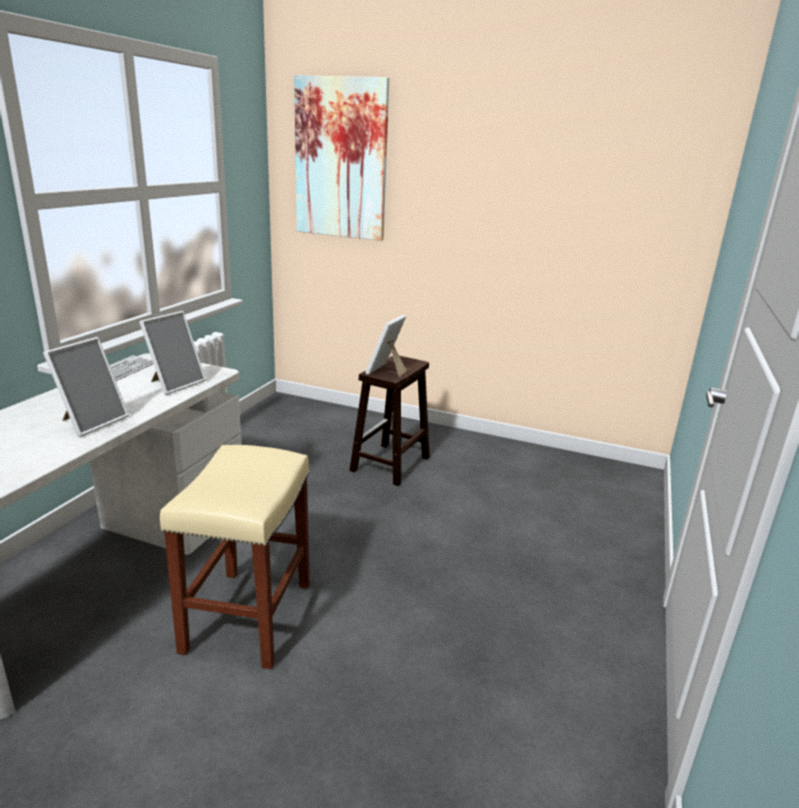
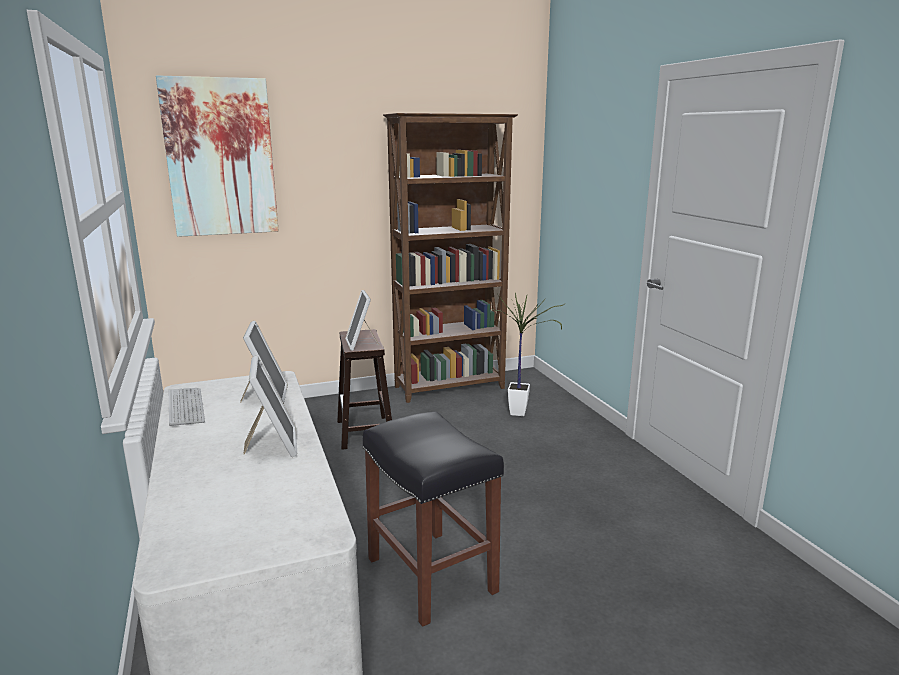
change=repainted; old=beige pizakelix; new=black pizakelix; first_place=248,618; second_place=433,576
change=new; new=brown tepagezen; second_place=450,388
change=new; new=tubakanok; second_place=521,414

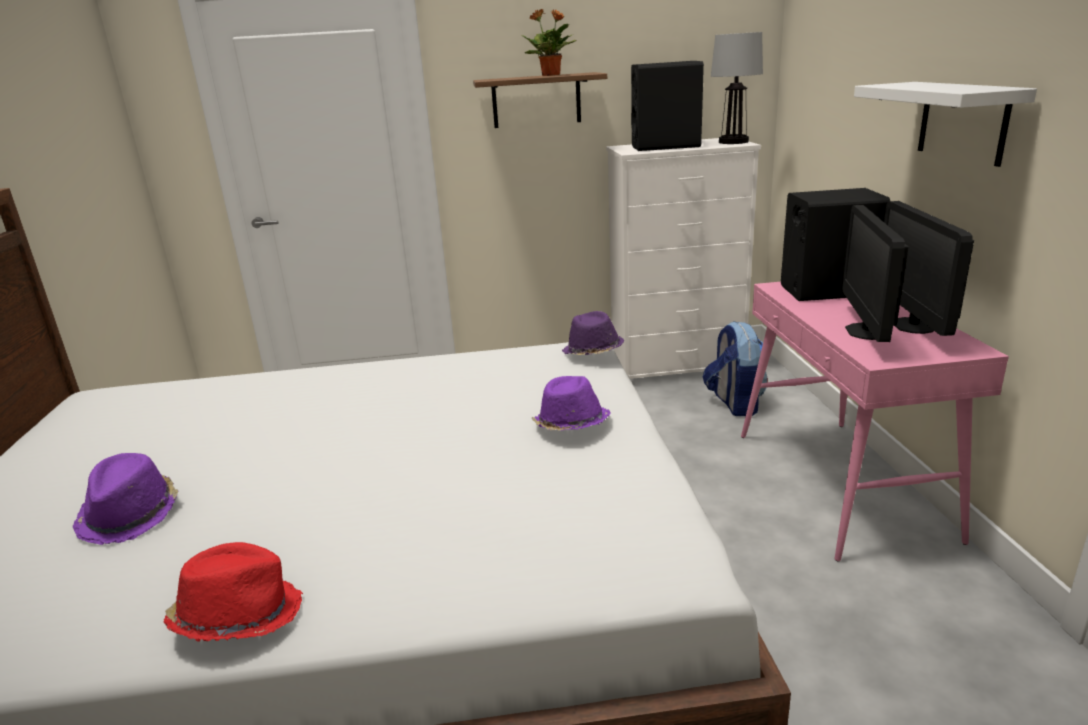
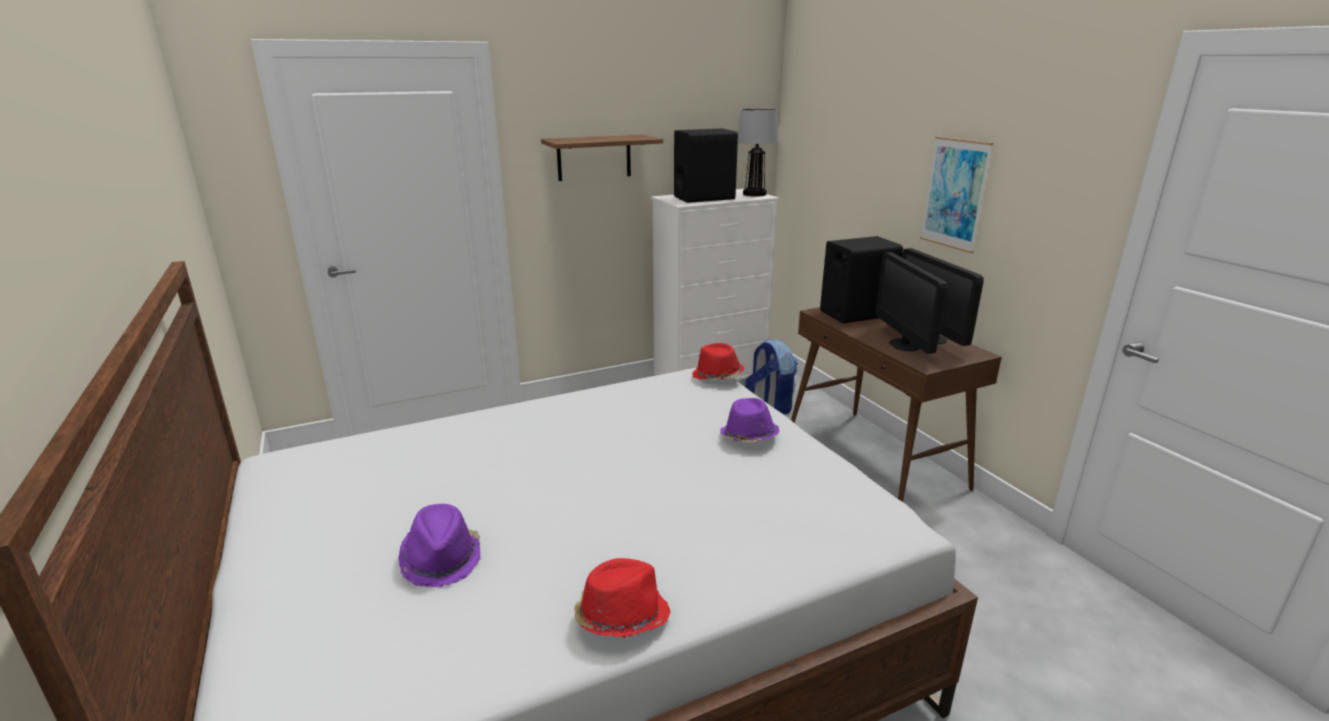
change=gone; old=tubakanok; first_place=551,75
change=repainted; old=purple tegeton; new=red tegeton; first_place=592,352; second_place=717,376
change=repainted; old=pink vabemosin; new=brown vabemosin; first_place=841,484; second_place=875,459
change=swapped; old=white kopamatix; new=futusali; first_place=962,121; second_place=955,194

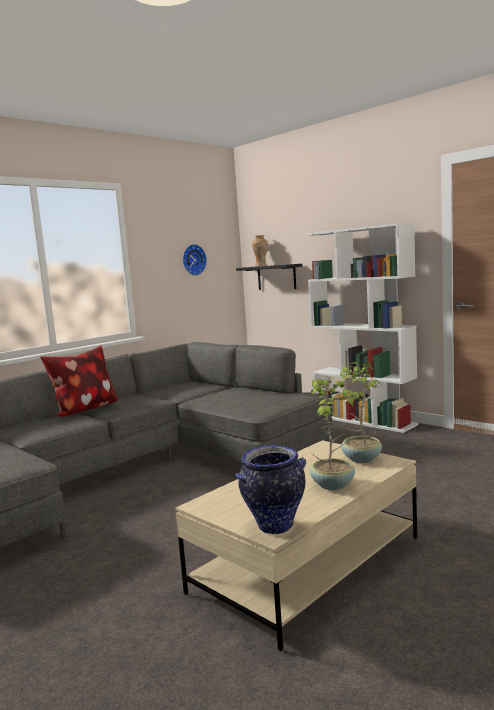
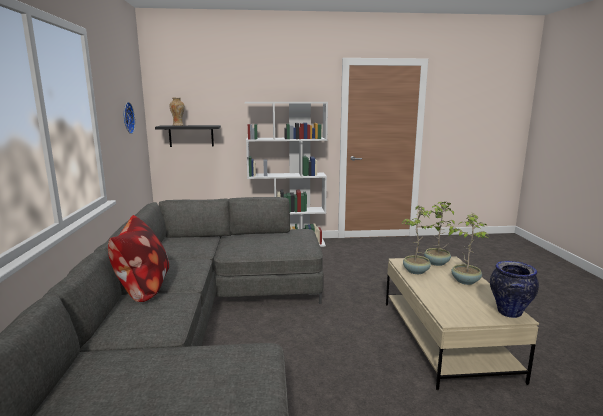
change=new; new=tubakanok; second_place=416,271

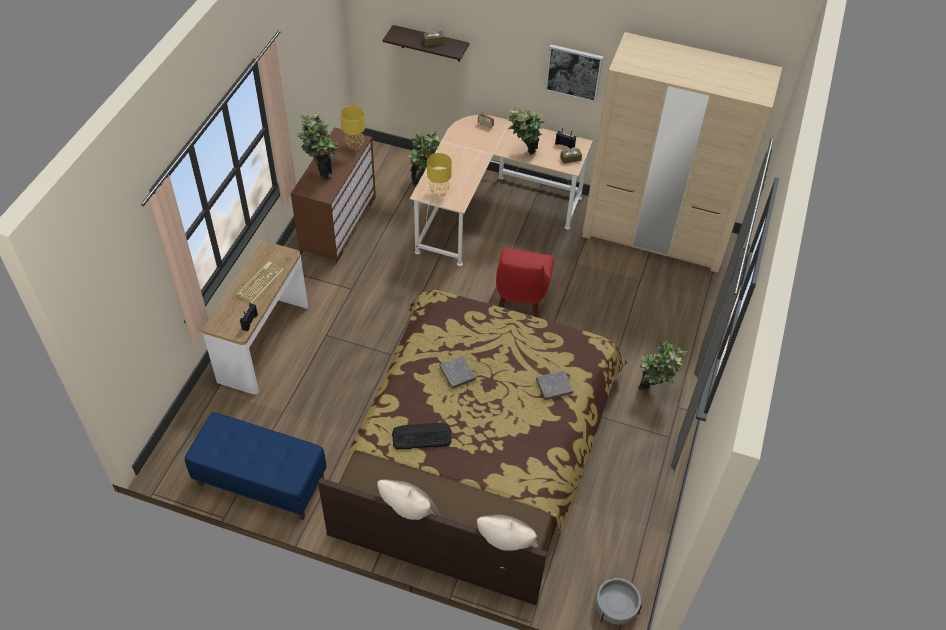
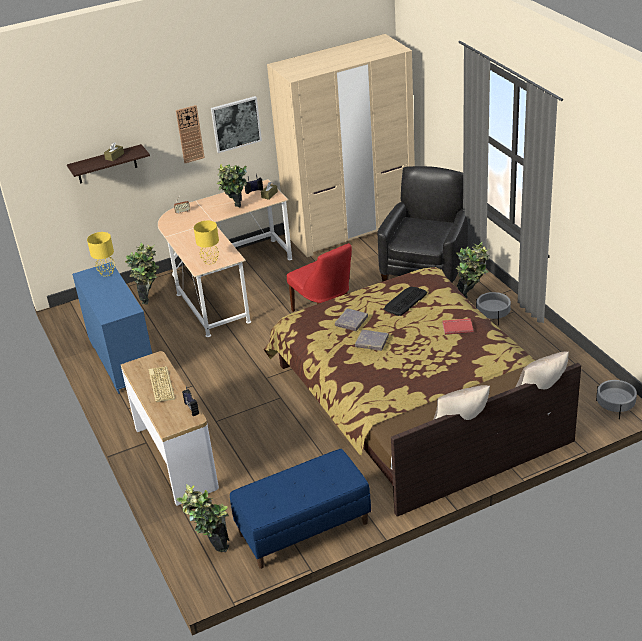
change=repainted; old=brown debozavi; new=blue debozavi; first_place=338,224; second_place=121,359
change=shifted; old=tubakanok; first_place=321,171; second_place=211,547
change=shifted; old=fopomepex; first_place=421,436; second_place=405,301
change=shifted; old=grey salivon; first_place=554,386; second_place=351,321
change=new; new=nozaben; second_place=190,134
change=new; new=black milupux; second_place=425,267
change=new; new=red salivon; second_place=457,327
change=new; new=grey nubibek; second_place=493,315

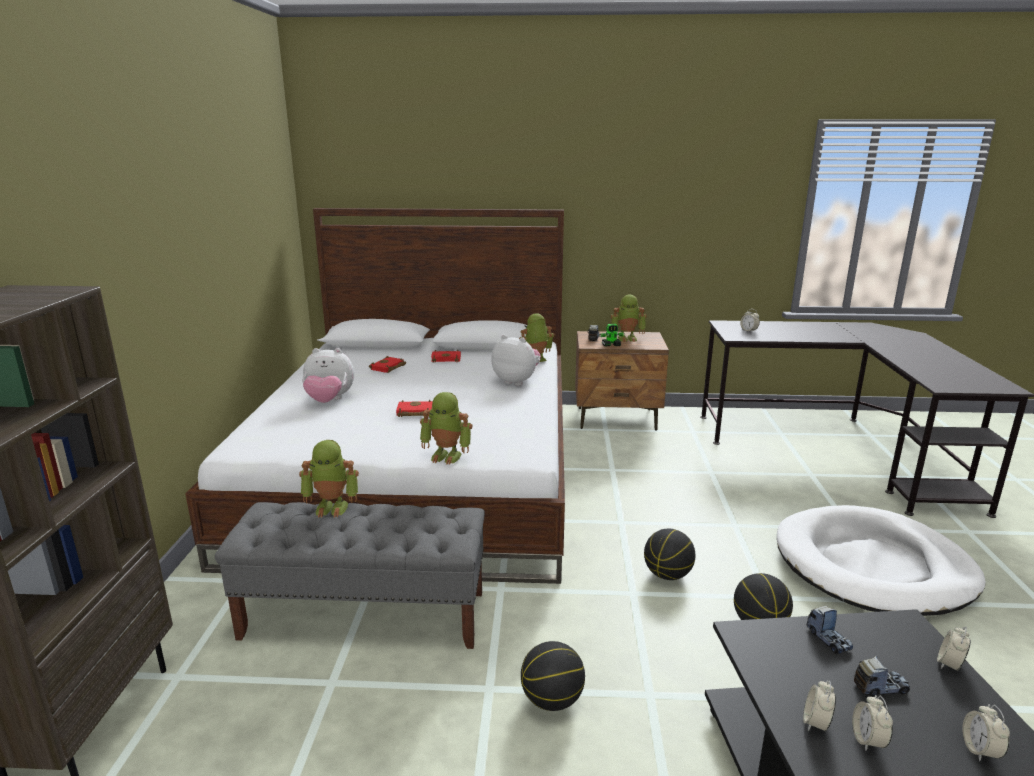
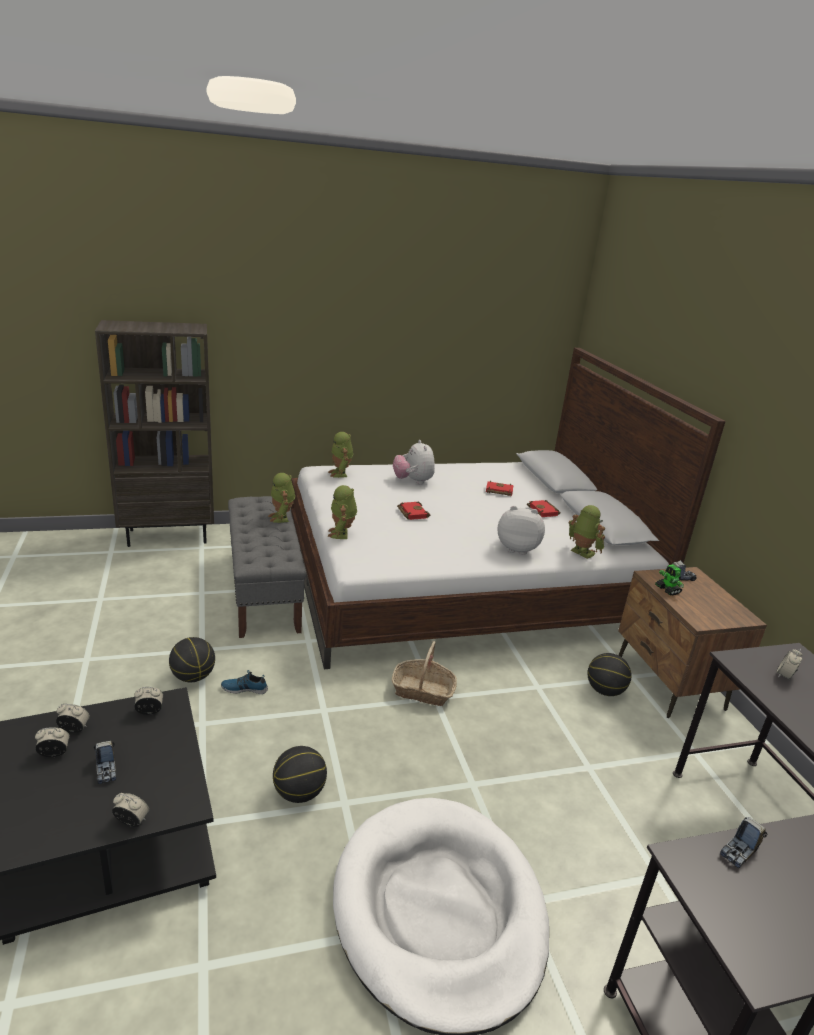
change=rotated; old=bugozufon; first_place=517,381; second_place=517,548; degrees=-90
change=shifted; old=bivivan; first_place=627,338; second_place=340,474
change=shifted; old=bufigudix; first_place=667,575; second_place=605,691
change=shifted; old=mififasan; first_place=828,639; second_place=740,851
change=shifted; old=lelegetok; first_place=980,750; second_place=149,711
change=new; new=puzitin; second_place=244,688
change=new; new=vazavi; second_place=423,690

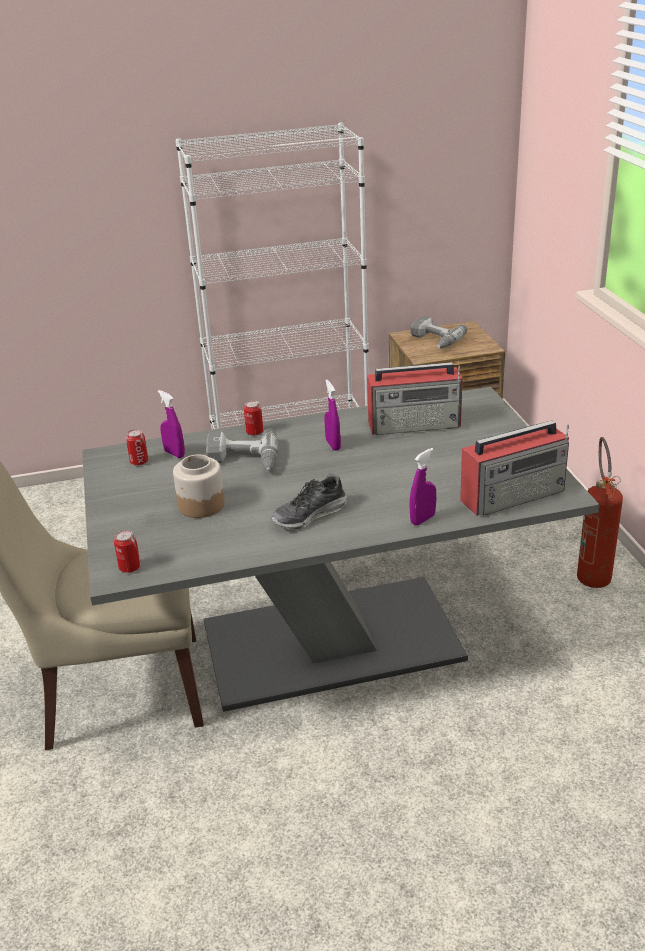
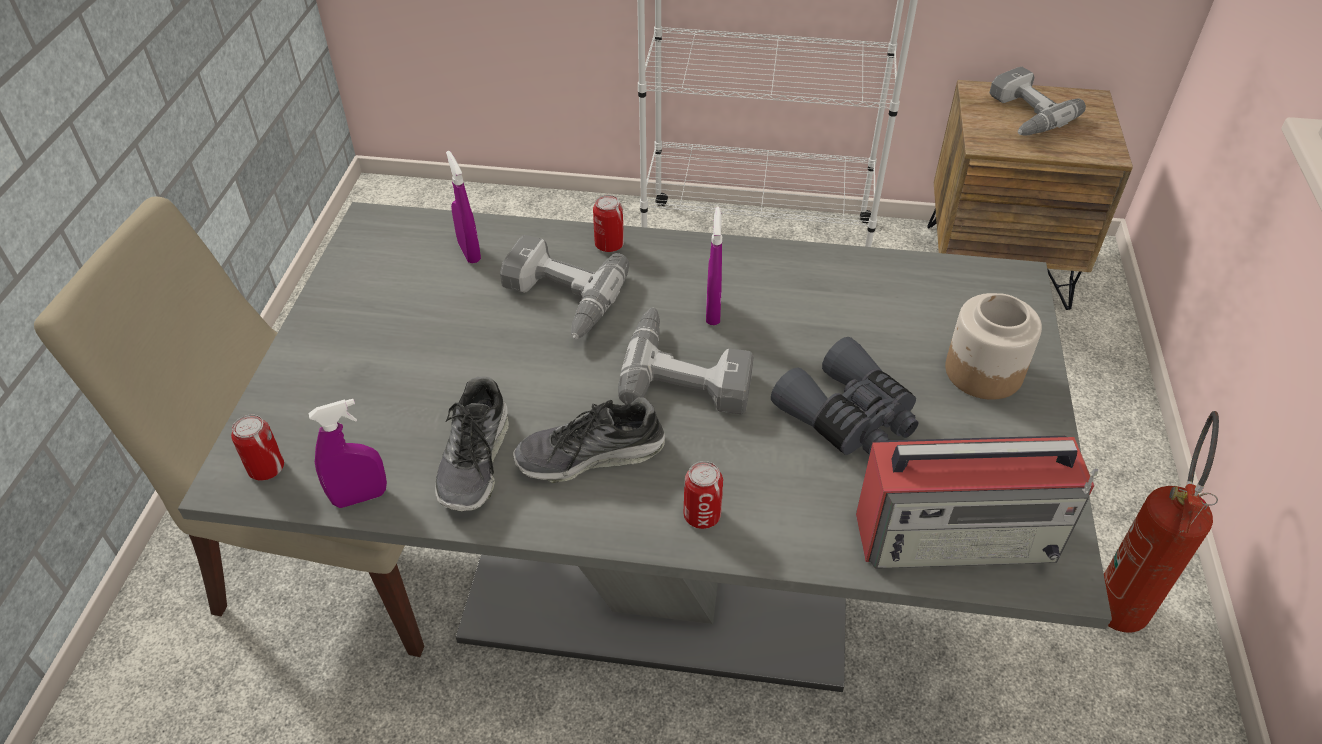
change=shifted; old=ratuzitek; first_place=139,462; second_place=702,515
change=shifted; old=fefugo; first_place=201,505; second_place=983,371
change=gone; old=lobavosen; first_place=415,424
change=shifted; old=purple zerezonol; first_place=422,519; second_place=360,497
change=new; new=puzitin; second_place=476,461
change=new; new=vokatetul; second_place=688,370
change=new; new=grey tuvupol; second_place=849,417

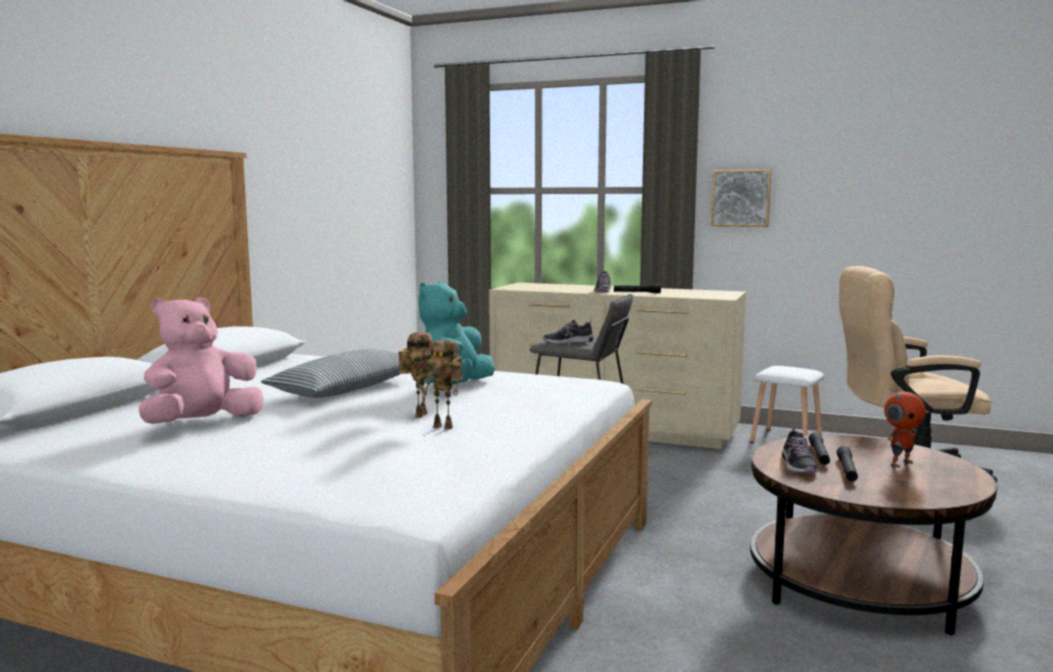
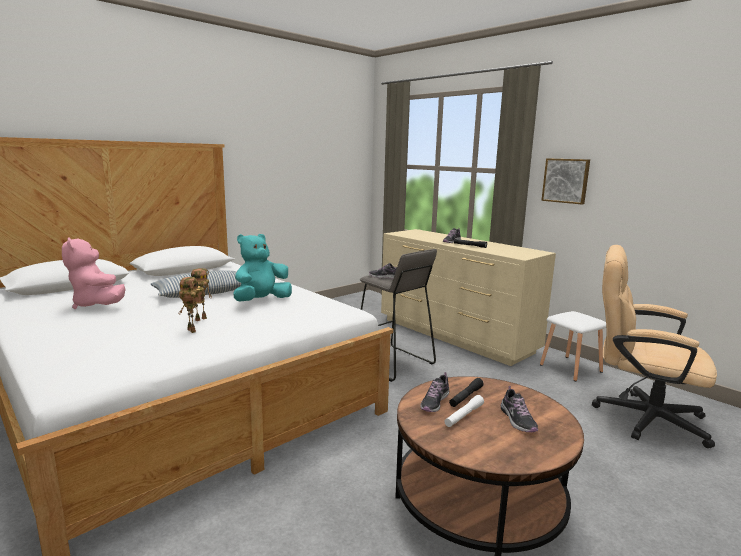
change=rotated; old=pink bugozufon; first_place=202,424; second_place=97,305; degrees=-105
change=repainted; old=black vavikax; new=white vavikax; first_place=847,470; second_place=464,416
change=swapped; old=bivivan; new=puzitin; first_place=900,463; second_place=517,420

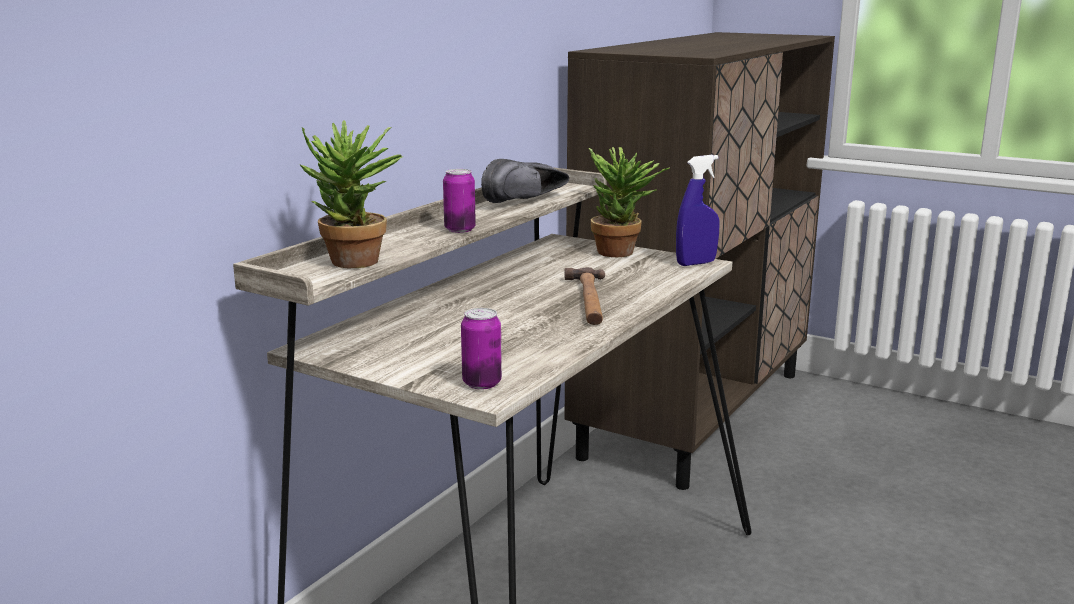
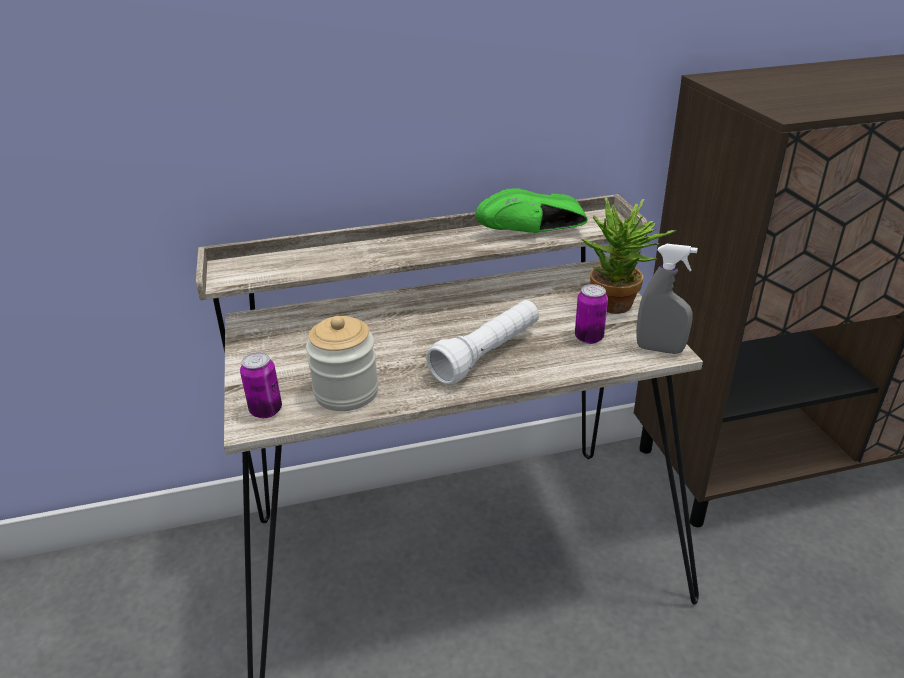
change=gone; old=tubakanok; first_place=355,264
change=shifted; old=ratuzitek; first_place=460,230; second_place=589,338
change=repainted; old=black puzitin; new=green puzitin; first_place=527,201; second_place=534,234
change=swapped; old=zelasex; new=white vavikax; first_place=588,299; second_place=487,355
change=repainted; old=blue zerezonol; new=grey zerezonol; first_place=696,263; second_place=659,349
change=new; new=fefugo; second_place=346,392

